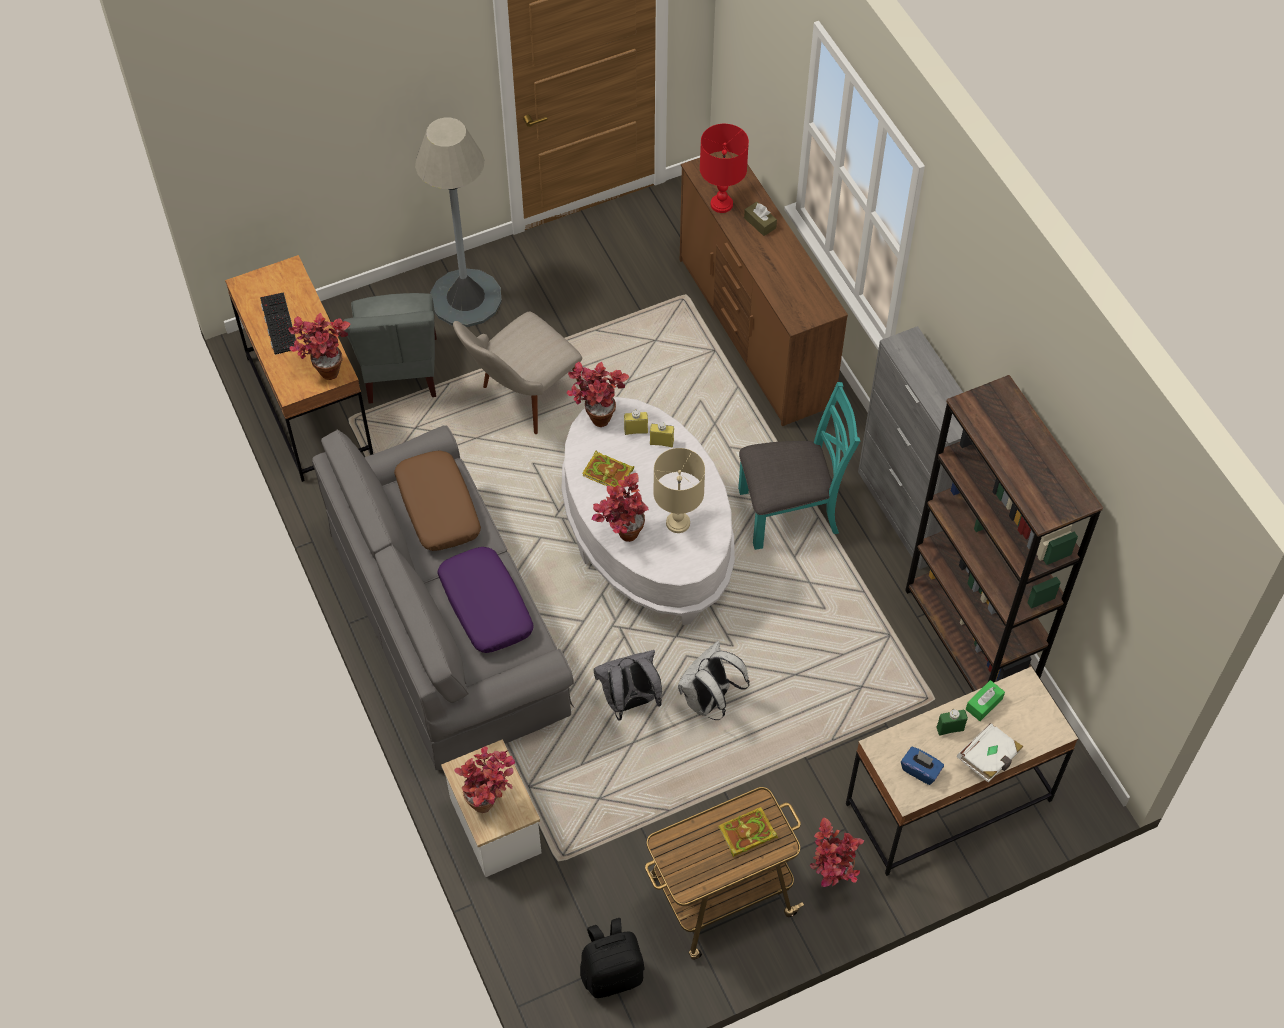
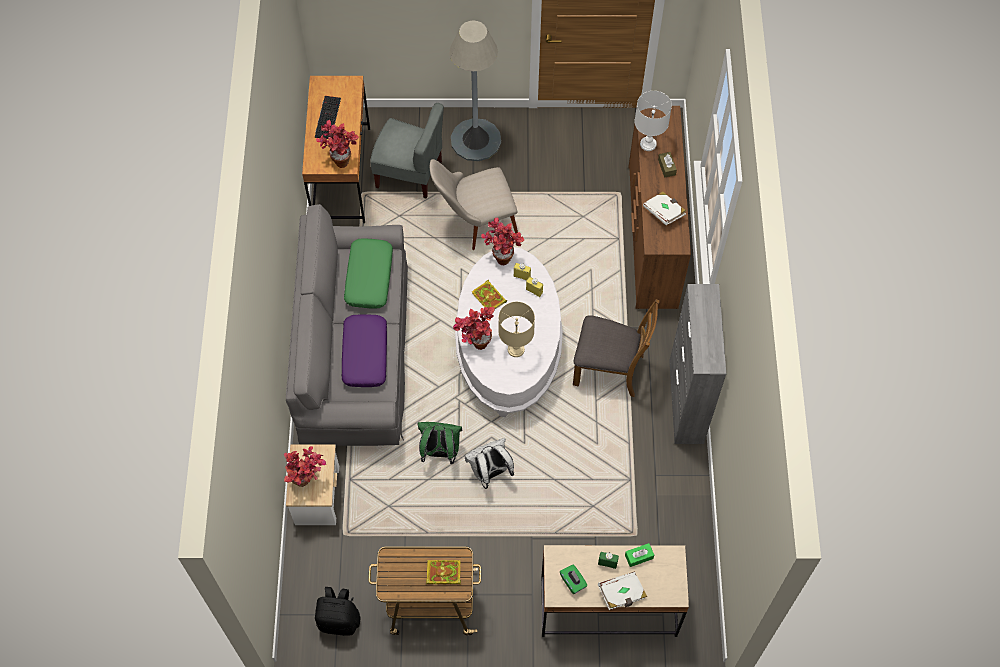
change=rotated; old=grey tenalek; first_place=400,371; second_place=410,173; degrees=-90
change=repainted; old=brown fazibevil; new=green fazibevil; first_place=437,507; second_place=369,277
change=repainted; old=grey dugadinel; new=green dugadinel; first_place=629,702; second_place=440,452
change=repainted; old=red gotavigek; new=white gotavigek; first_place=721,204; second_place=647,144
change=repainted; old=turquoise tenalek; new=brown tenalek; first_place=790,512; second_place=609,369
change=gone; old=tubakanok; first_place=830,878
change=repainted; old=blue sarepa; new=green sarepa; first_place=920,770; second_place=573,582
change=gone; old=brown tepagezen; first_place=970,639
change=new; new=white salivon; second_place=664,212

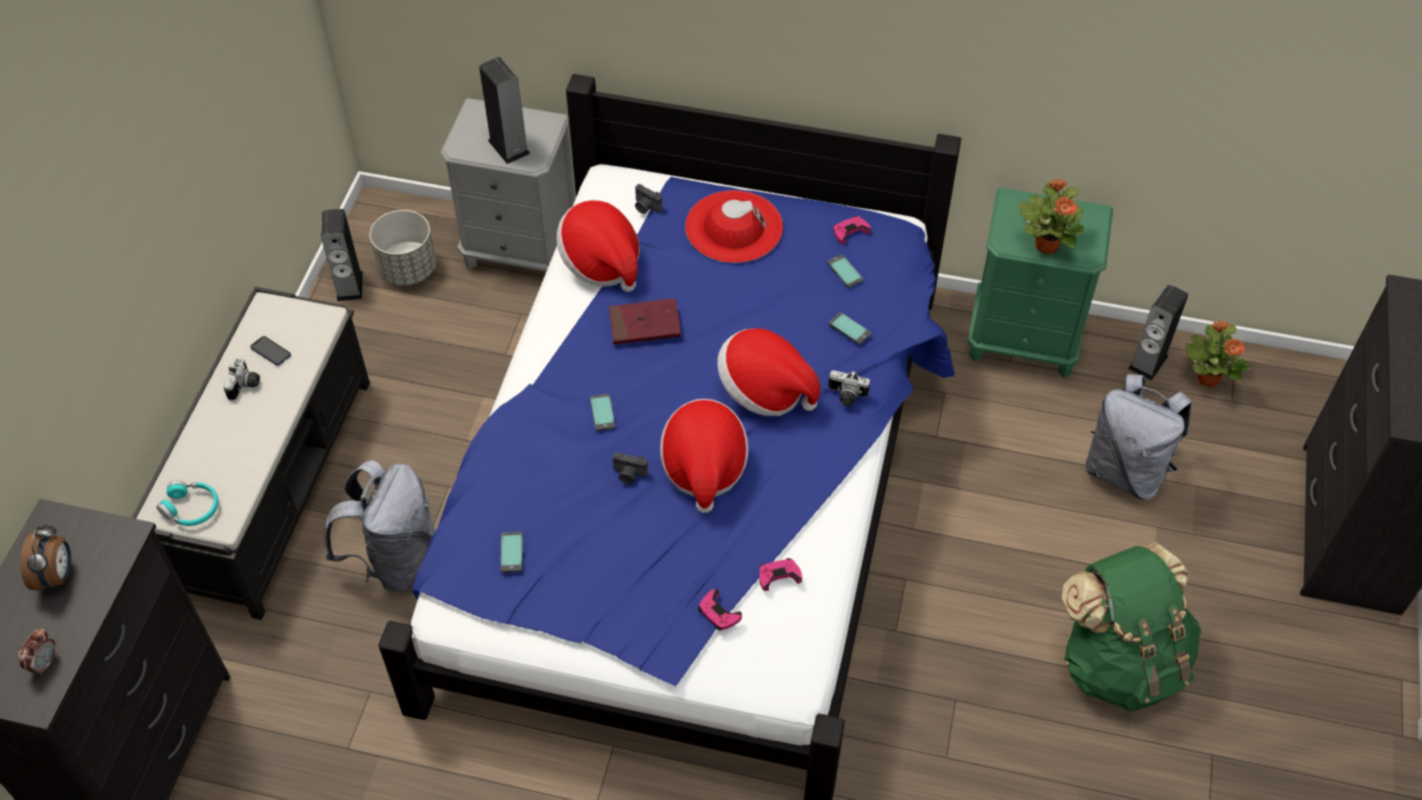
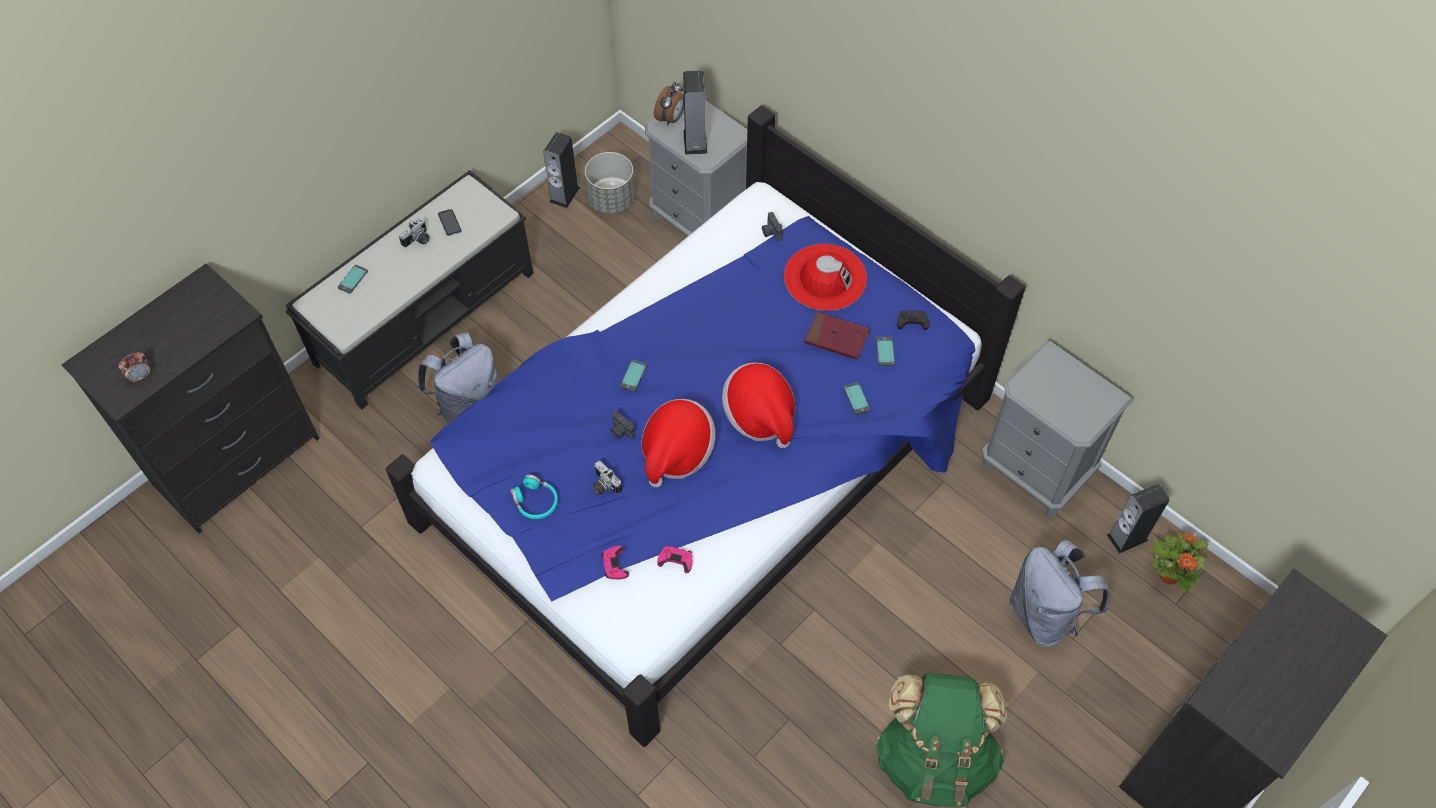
change=shifted; old=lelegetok; first_place=57,575; second_place=671,118
change=shifted; old=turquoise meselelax; first_place=191,508; second_place=535,502
change=shifted; old=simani; first_place=512,552; second_place=353,279
change=gone; old=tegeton; first_place=601,262
change=shifted; old=red salivon; first_place=645,324; second_place=836,338
change=shifted; old=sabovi; first_place=846,396; second_place=603,485
change=repainted; old=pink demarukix; new=black demarukix; first_place=850,231; second_place=912,321
change=repainted; old=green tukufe; new=grey tukufe; first_place=1024,340; second_place=1036,470
change=gone; old=tubakanok; first_place=1046,245

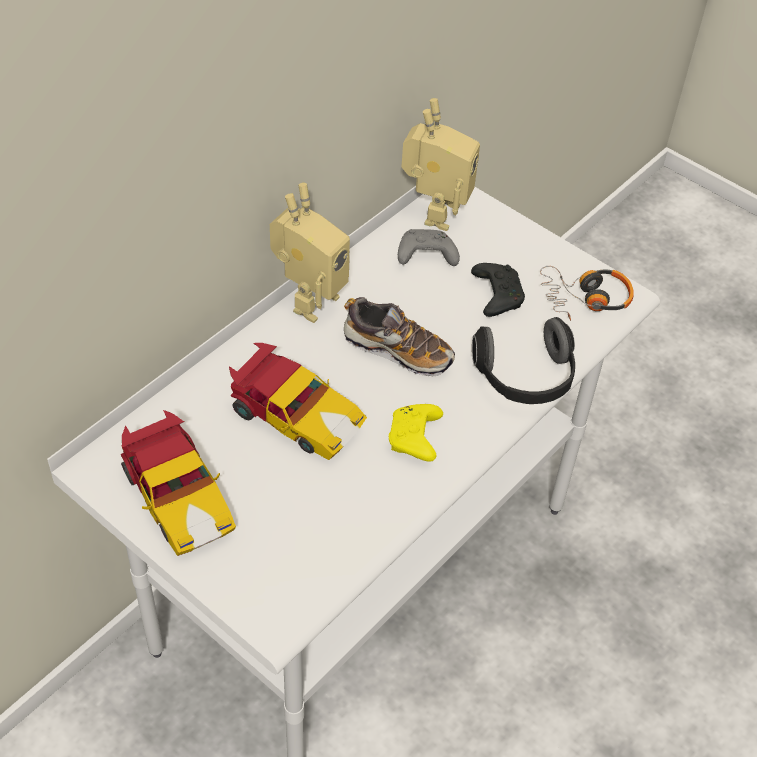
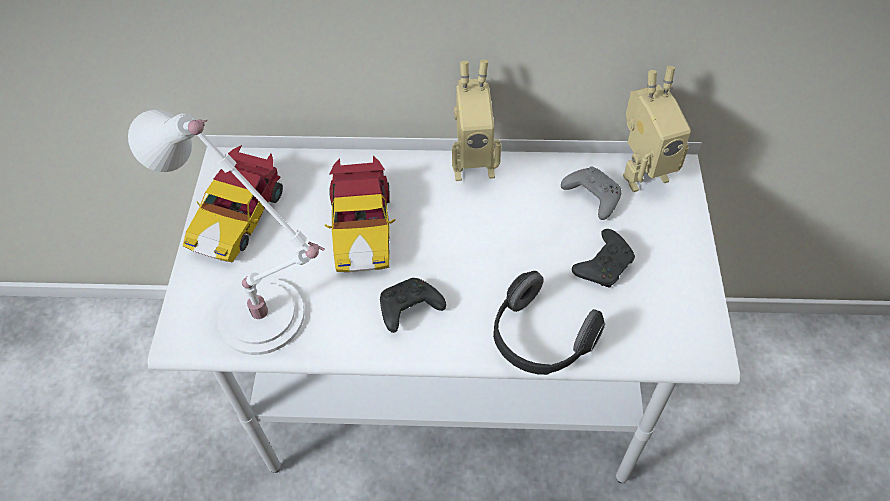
change=gone; old=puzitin; first_place=397,350
change=repainted; old=yellow demarukix; new=black demarukix; first_place=415,439; second_place=408,310
change=gone; old=meselelax; first_place=585,299
change=new; new=white gotavigek; second_place=267,320

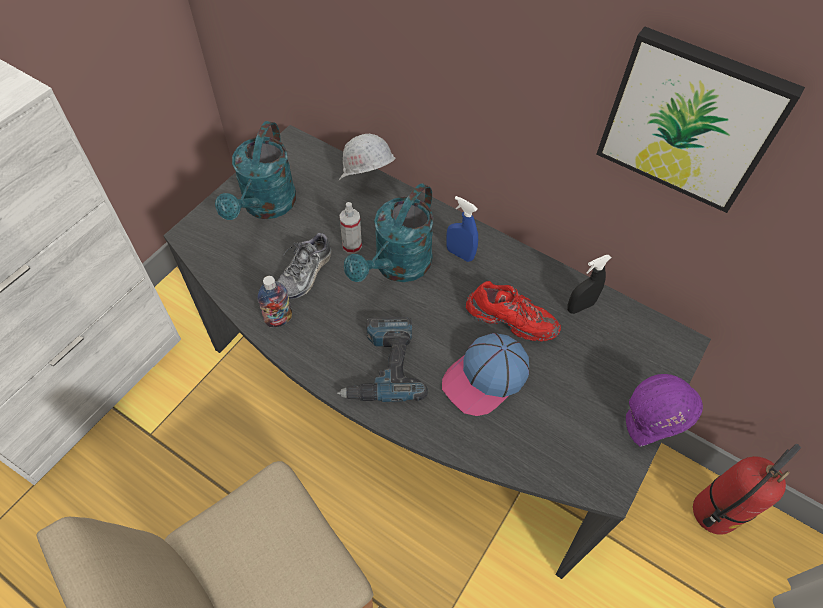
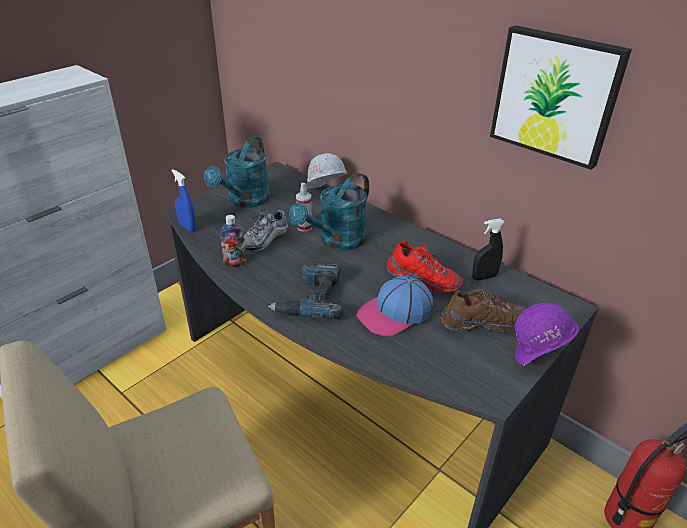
change=shifted; old=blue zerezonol; first_place=459,254; second_place=188,227
change=new; new=brown puzitin; second_place=483,324

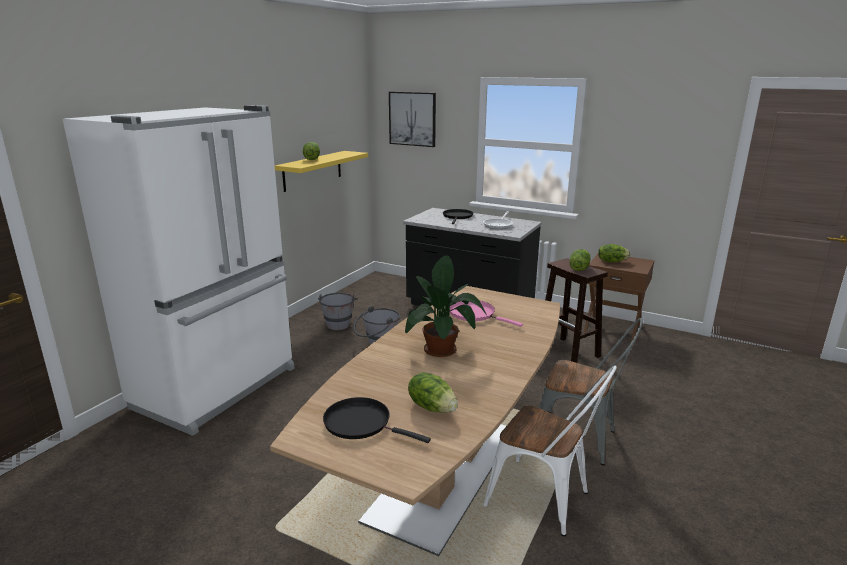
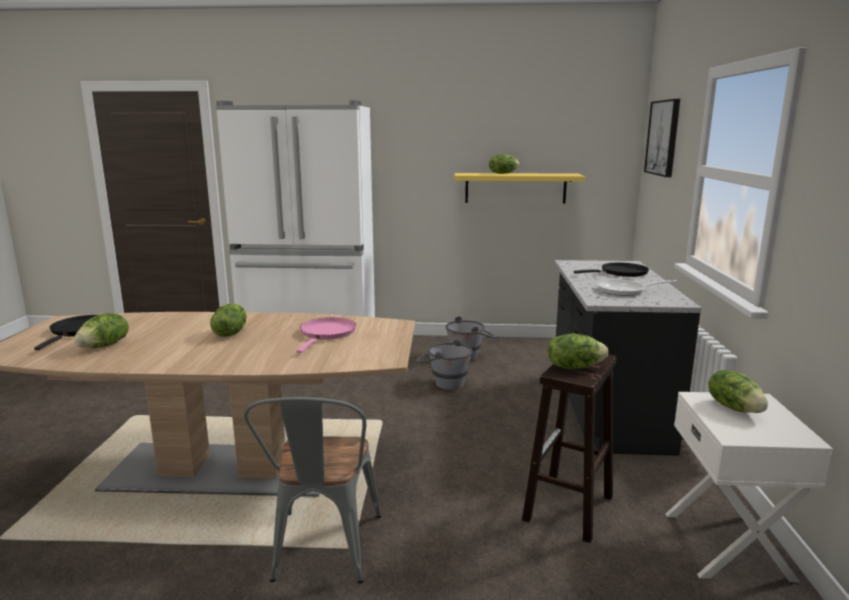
change=swapped; old=tubakanok; new=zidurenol; first_place=442,348; second_place=230,333
change=gone; old=white tenalek; first_place=545,500
change=repainted; old=brown tukufe; new=white tukufe; first_place=613,327; second_place=729,545

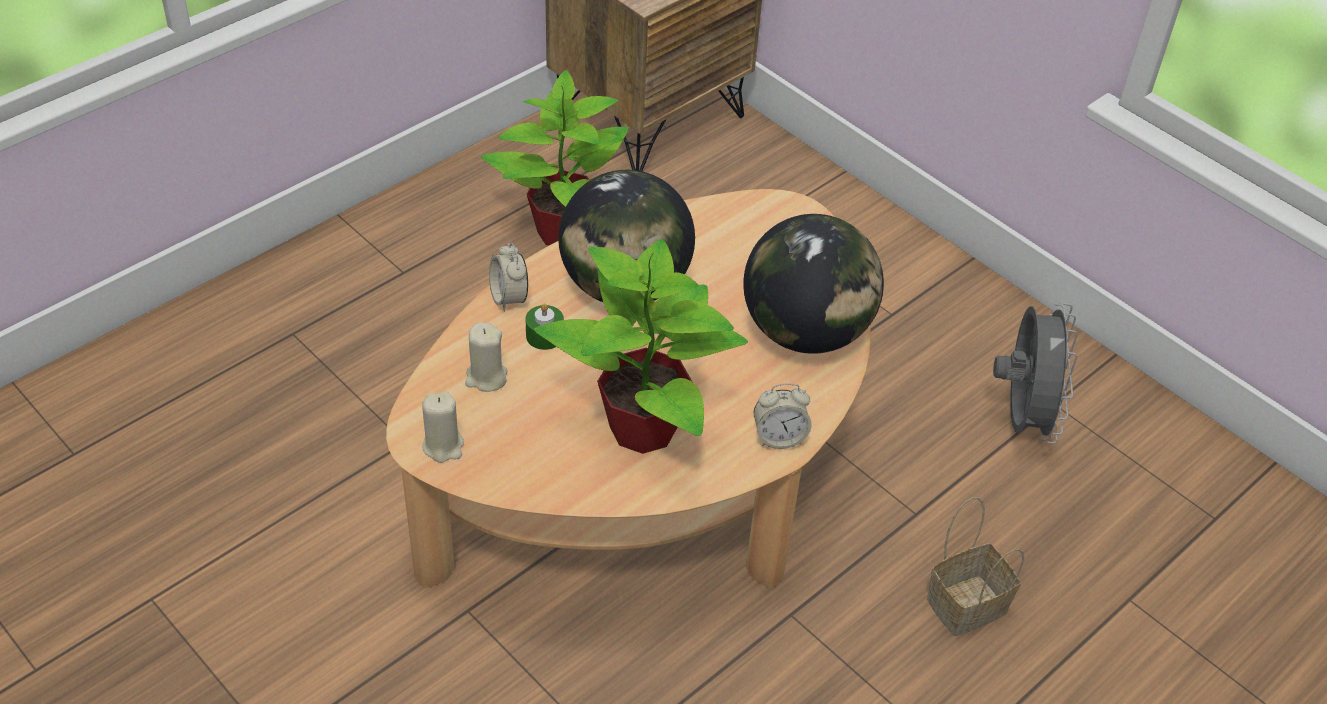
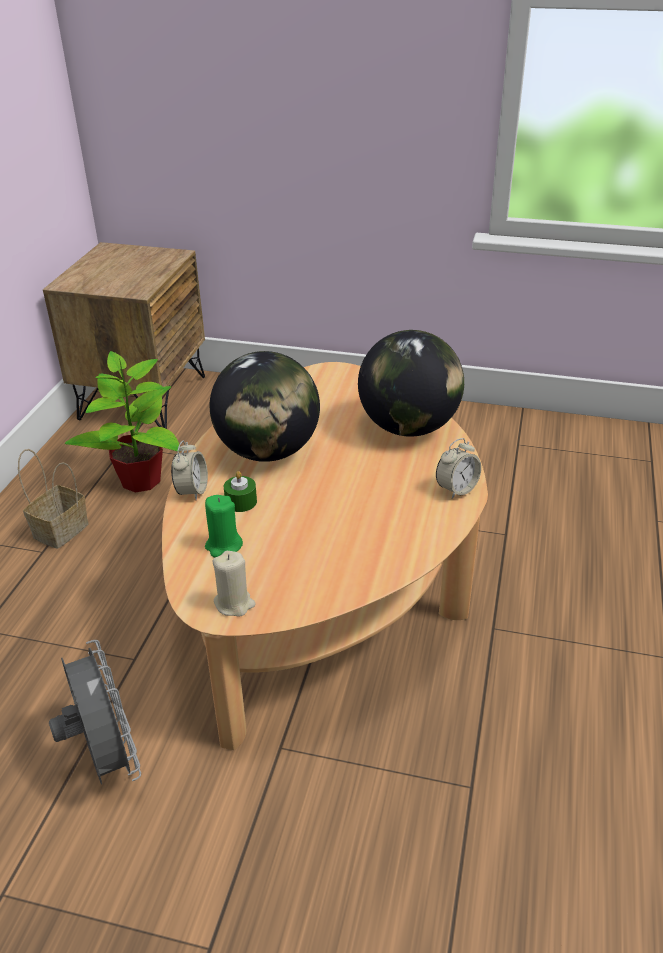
change=repainted; old=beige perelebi; new=green perelebi; first_place=486,378; second_place=223,545
change=rotated; old=lelegetok; first_place=509,298; second_place=192,491; degrees=-120
change=gone; old=tubakanok; first_place=645,428
change=shifted; old=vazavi; first_place=968,603; second_place=61,529
change=shifted; old=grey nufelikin; first_place=1021,417; second_place=106,759

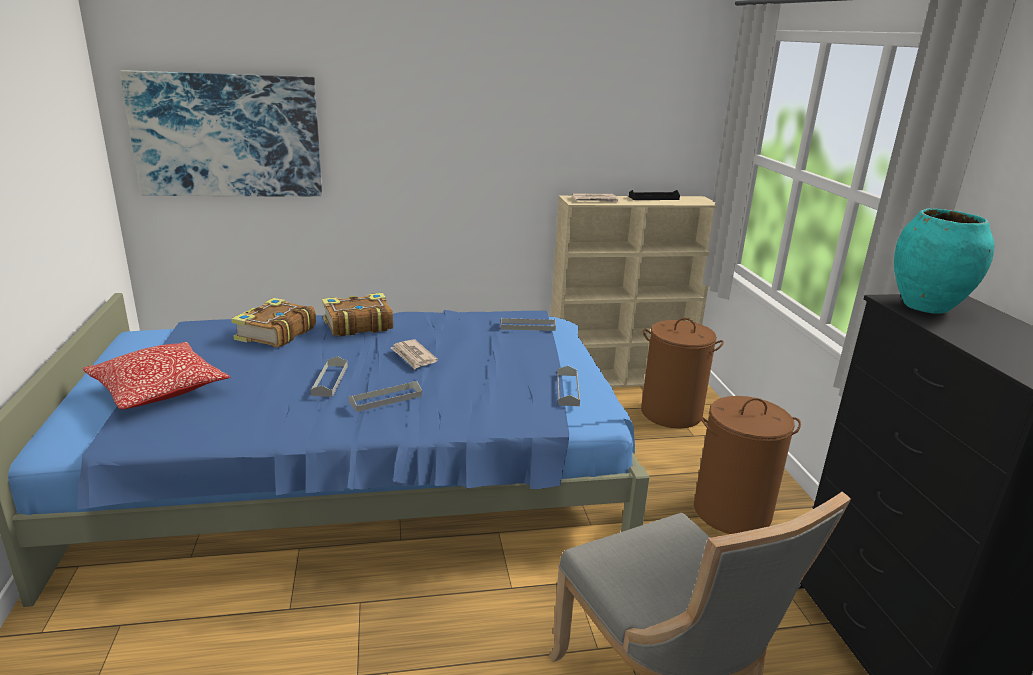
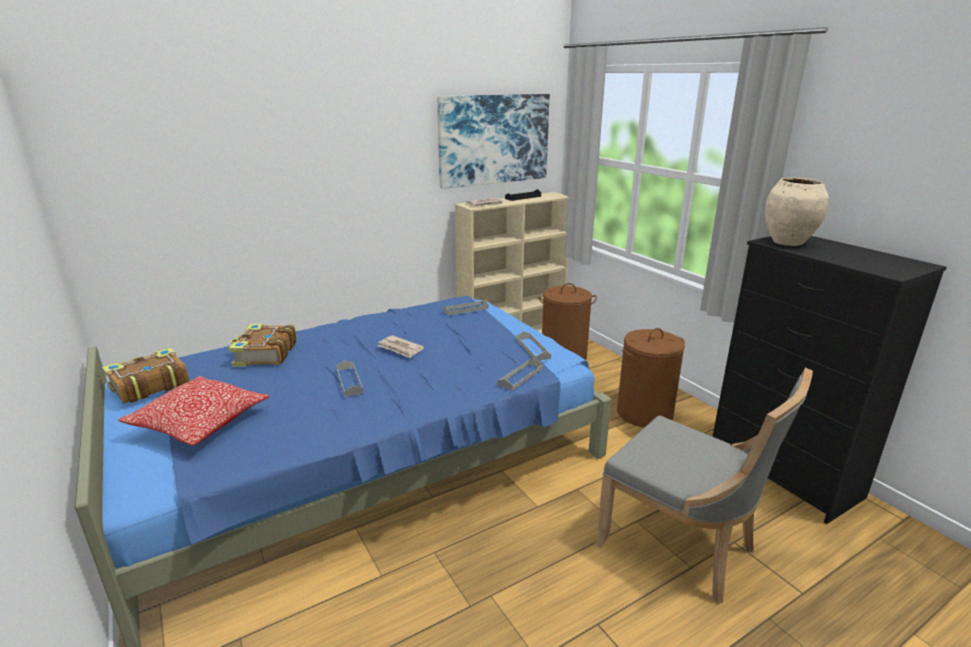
change=shifted; old=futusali; first_place=227,136; second_place=494,139
change=shifted; old=salivon; first_place=357,324; second_place=148,385
change=shifted; old=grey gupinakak; first_place=385,399; second_place=520,376
change=repainted; old=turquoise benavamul; new=beige benavamul; first_place=925,307; second_place=787,242

